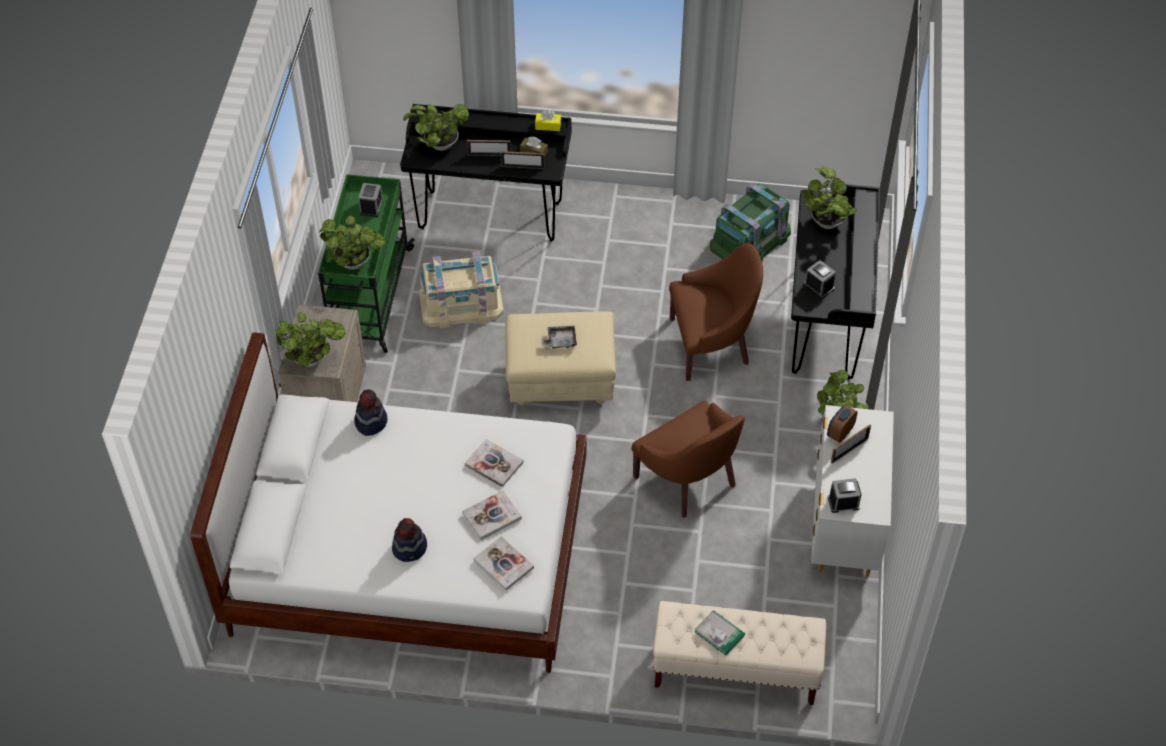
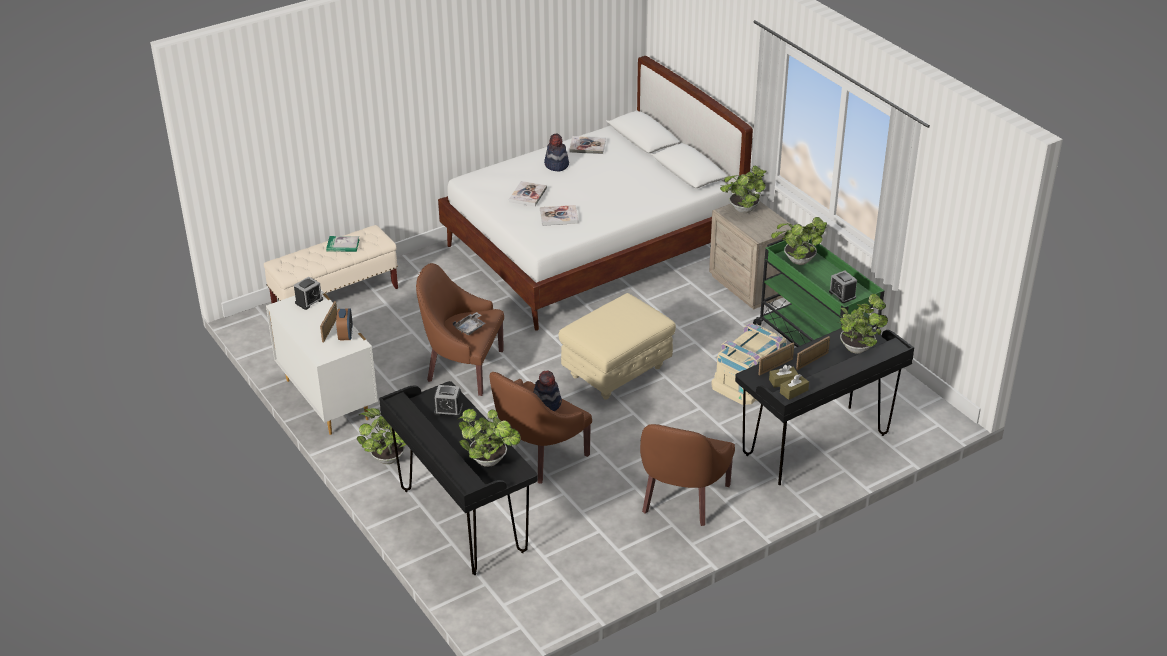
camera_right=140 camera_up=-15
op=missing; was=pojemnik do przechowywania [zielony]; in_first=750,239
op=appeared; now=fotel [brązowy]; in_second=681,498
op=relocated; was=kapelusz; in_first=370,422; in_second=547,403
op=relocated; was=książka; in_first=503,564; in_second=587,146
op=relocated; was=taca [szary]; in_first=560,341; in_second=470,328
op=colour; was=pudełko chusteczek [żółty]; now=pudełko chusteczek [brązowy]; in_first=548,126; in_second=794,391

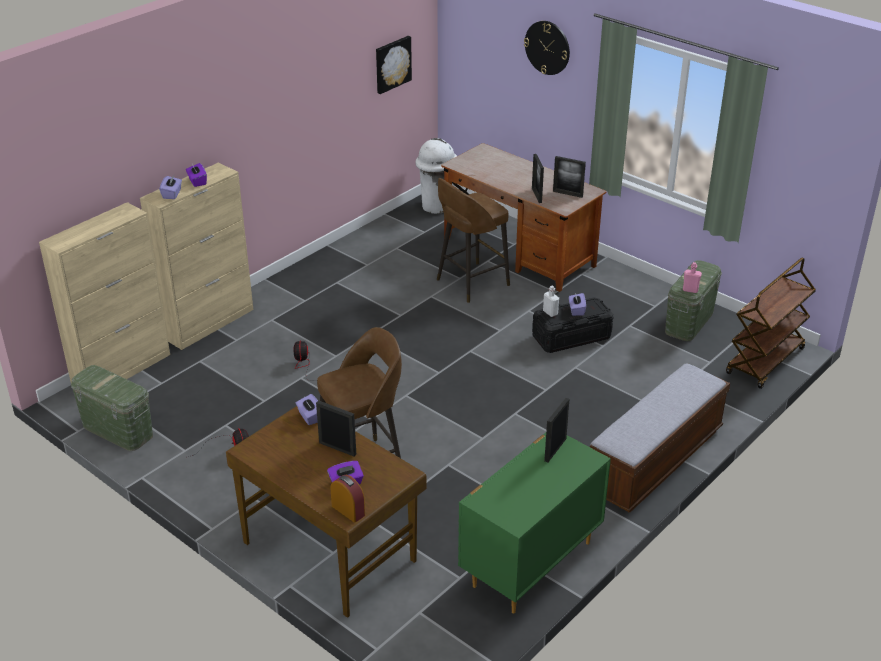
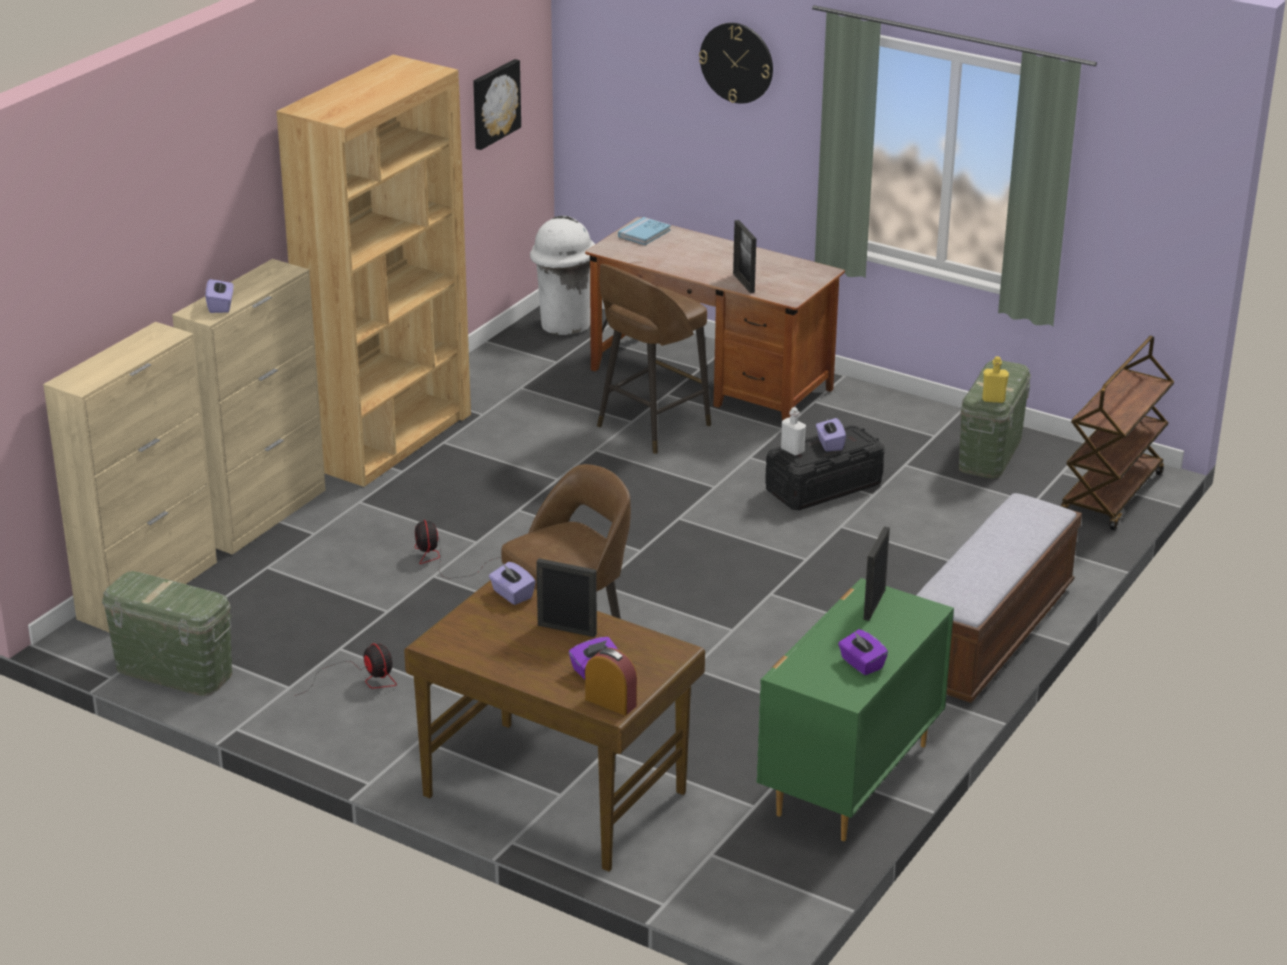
camera_right=-10 camera_up=-5
op=missing; was=ramka na zdjęcie; in_first=567,194
op=appeared; now=regał [brązowy]; in_second=389,439
op=appeared; now=książka [niebieski]; in_second=644,233
op=relocated; was=pudełko chusteczek [fioletowy]; in_first=197,181; in_second=861,664
op=colour; was=butelka [różowy]; now=butelka [żółty]; in_first=690,290; in_second=993,399

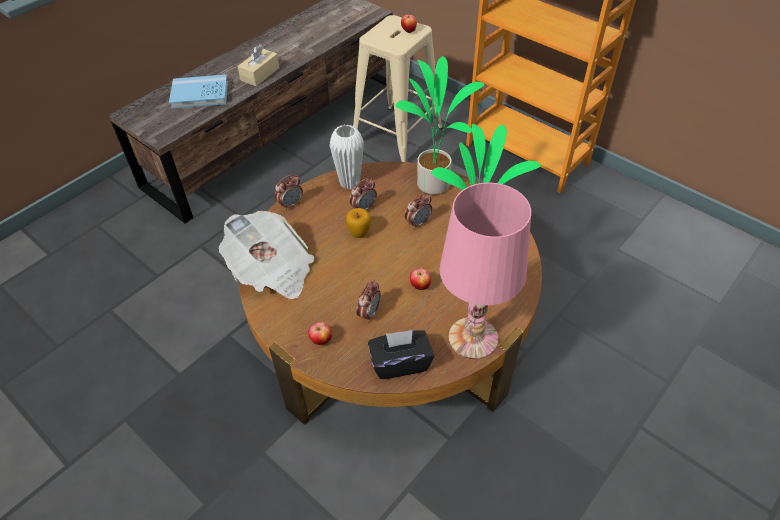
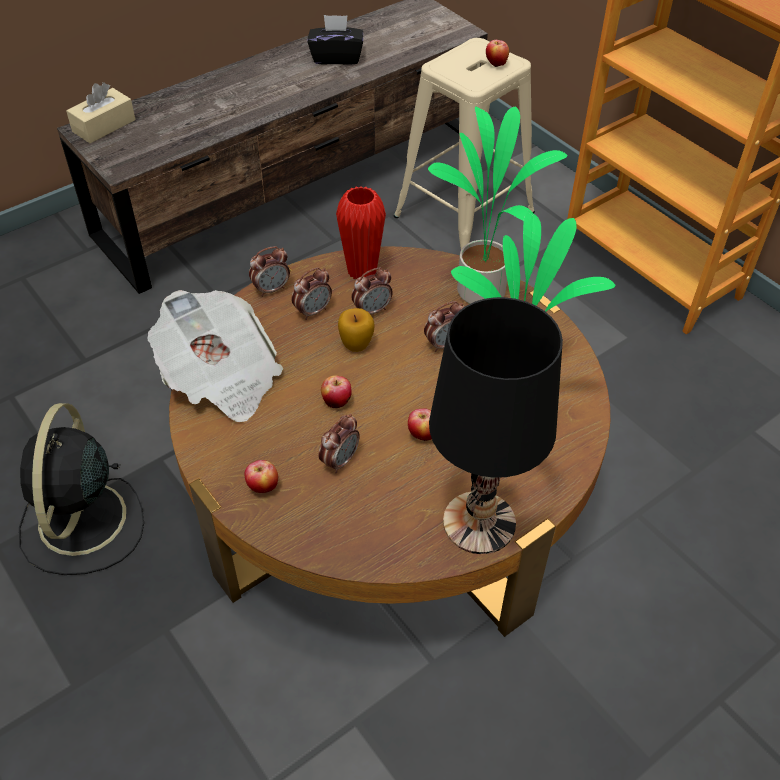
camera_right=10 camera_up=0
op=missing; was=książka [niebieski]; in_first=200,94
op=appeared; now=wentylator [czarny]; in_second=81,522
op=appeared; now=budzik; in_second=313,311
op=appeared; now=jabłko; in_second=337,402
op=relocated; was=pudełko chusteczek [beżowy]; in_first=260,74; in_second=104,126
op=relocated; was=pudełko chusteczek [czarny]; in_first=400,363; in_second=336,57
op=colour; was=wazon [biały]; now=wazon [czerwony]; in_first=349,183; in_second=362,271
op=colour; was=lampa stołowa [różowy]; now=lampa stołowa [czarny]; in_first=473,338; in_second=479,523

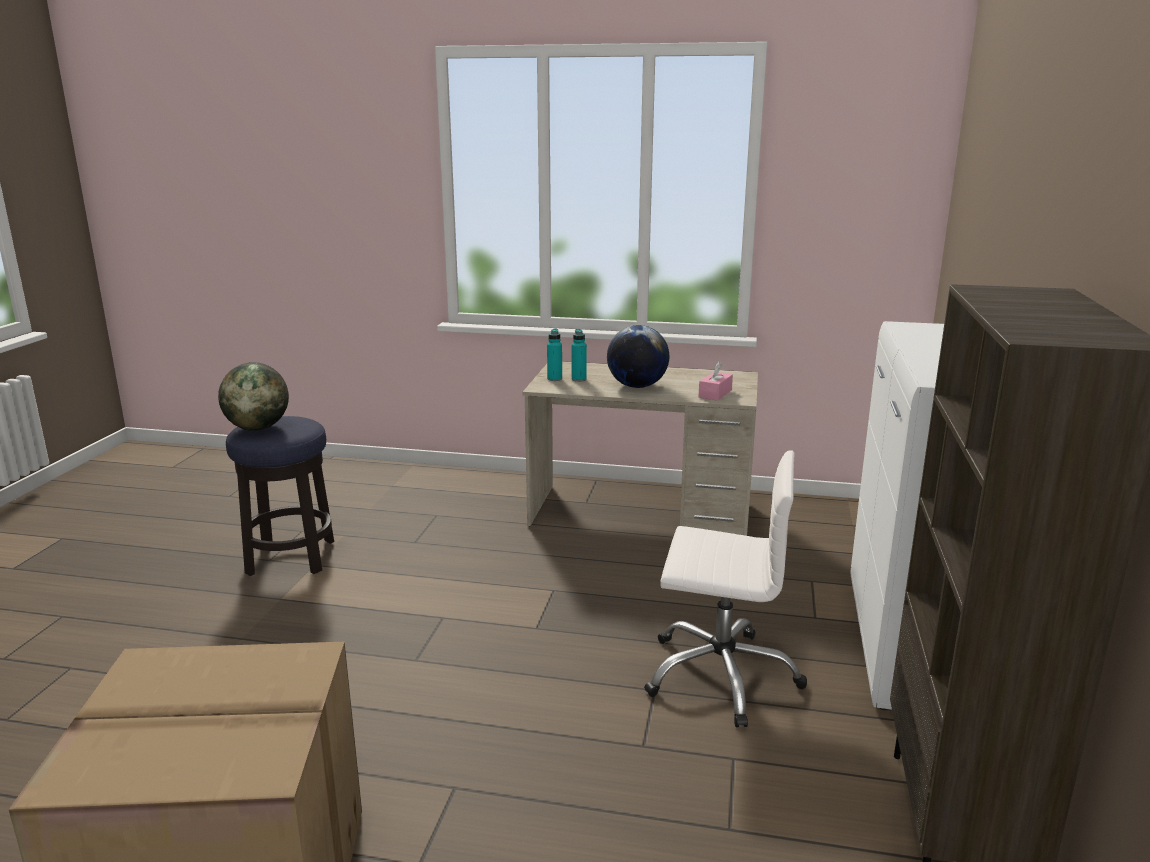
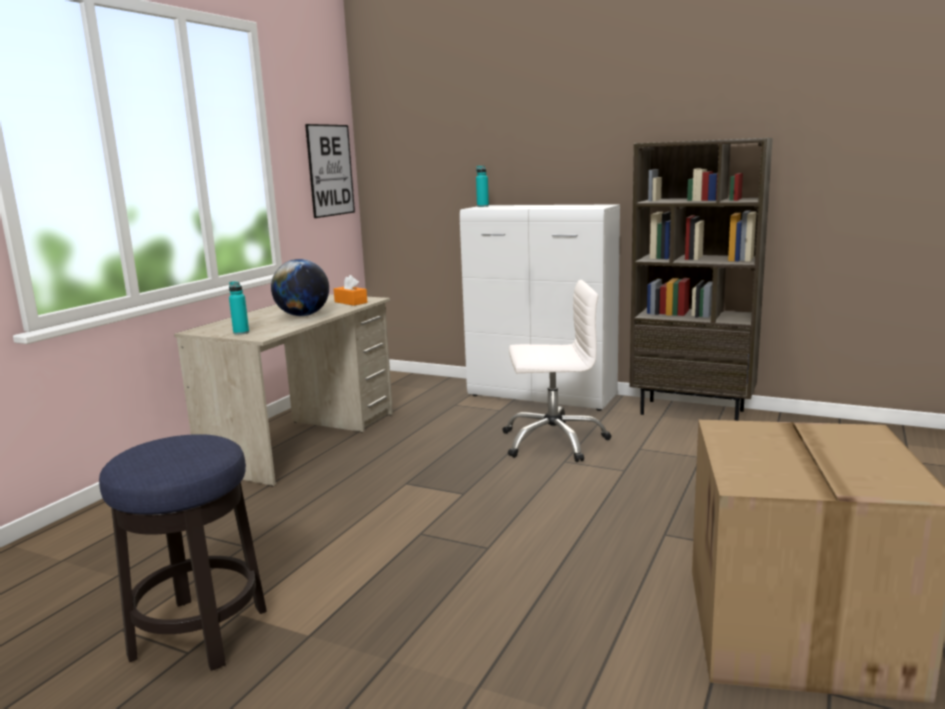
camera_right=-75 camera_up=-5
op=missing; was=globus; in_first=257,428
op=appeared; now=obraz; in_second=330,170
op=relocated; was=butelka [turkusowy]; in_first=579,379; in_second=482,206
op=colour; was=pudełko chusteczek [różowy]; now=pudełko chusteczek [pomarańczowy]; in_first=715,394; in_second=351,302
op=spun; was=krzesło biurowe [biały]; in_first=721,674; in_second=553,441; clockwise=60

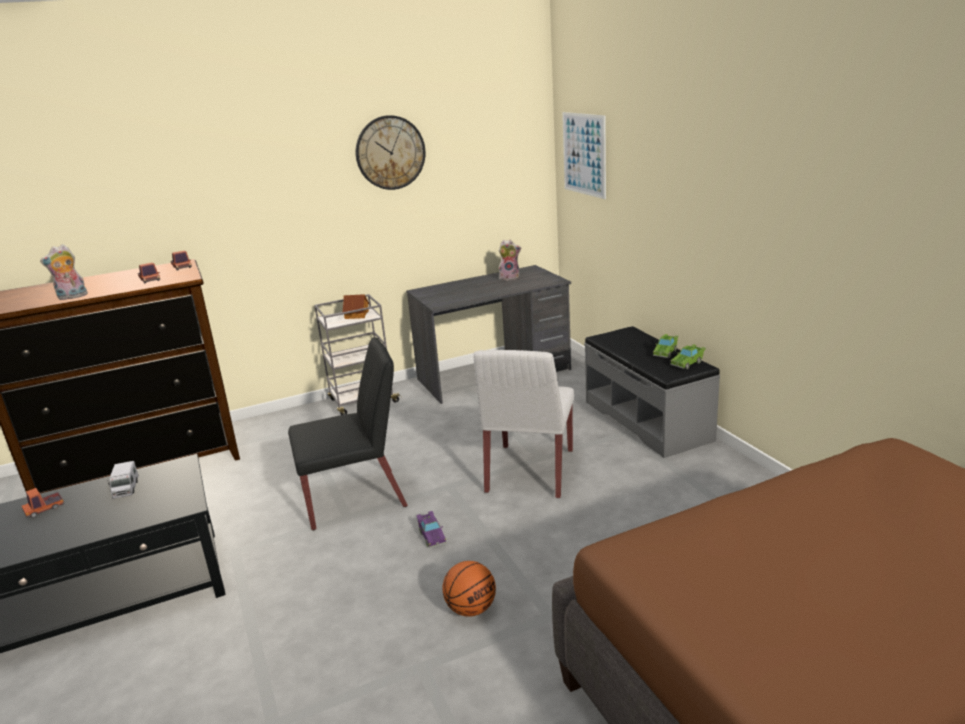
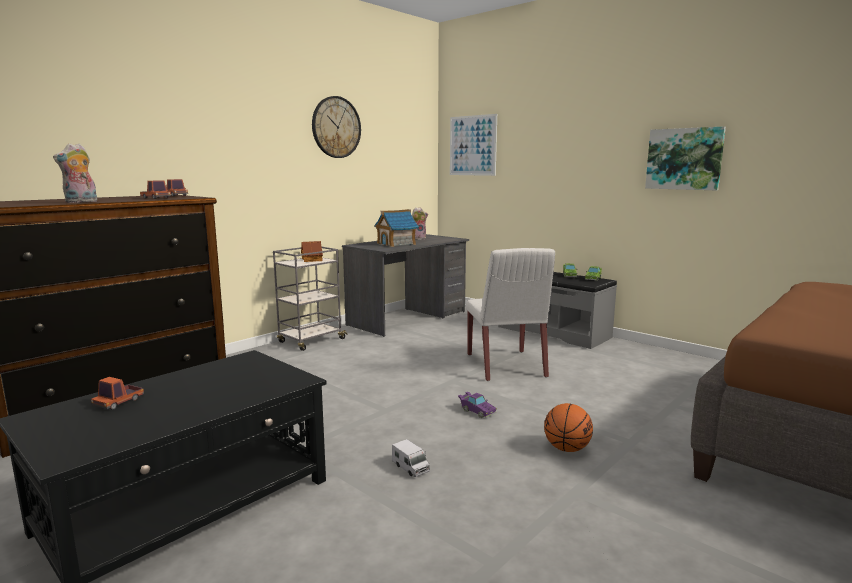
camera_right=-25 camera_up=-10
op=missing; was=krzesło [czarny]; in_first=355,498
op=appeared; now=domek; in_second=396,244
op=appeared; now=obraz; in_second=684,159
op=relocated; was=ciężarówka zabawkowa; in_first=126,488; in_second=410,467

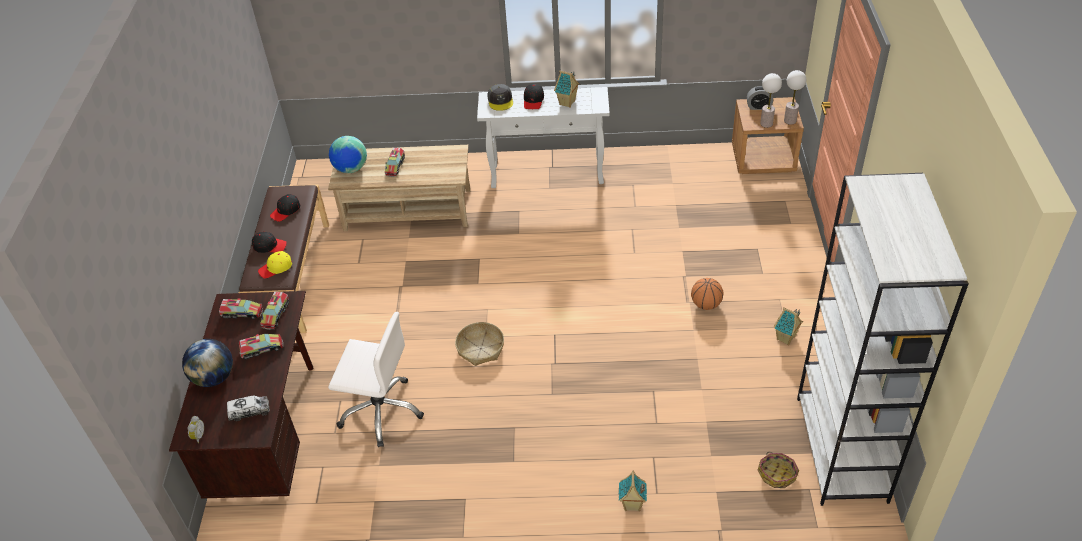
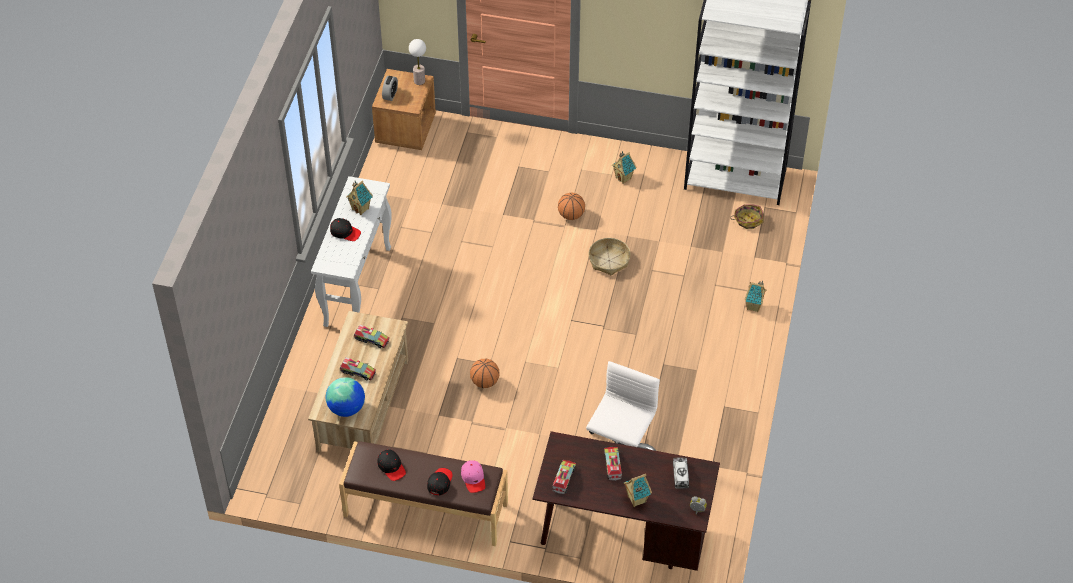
camera_right=-80 camera_up=5
op=missing; was=czapka z daszkiem [szary]; in_first=500,100
op=missing; was=lampa stołowa; in_first=766,123
op=appeared; now=piłka do koszykówki; in_second=485,382
op=relocated; was=ciężarówka zabawkowa; in_first=276,314; in_second=371,339
op=relocated; was=koszyk; in_first=480,349; in_second=609,260
op=exchanged; was=globus; now=domek; in_first=214,377; in_second=636,499
op=colour; was=czapka z daszkiem [żółty]; now=czapka z daszkiem [różowy]; in_first=276,268; in_second=473,478

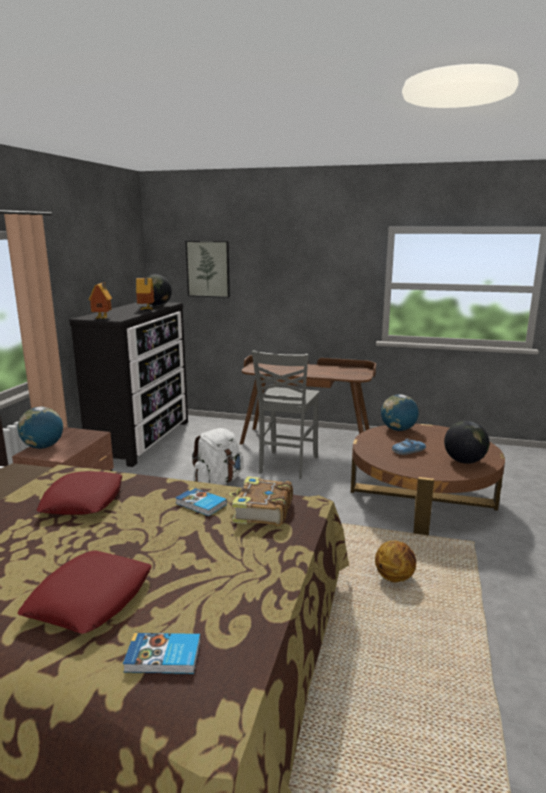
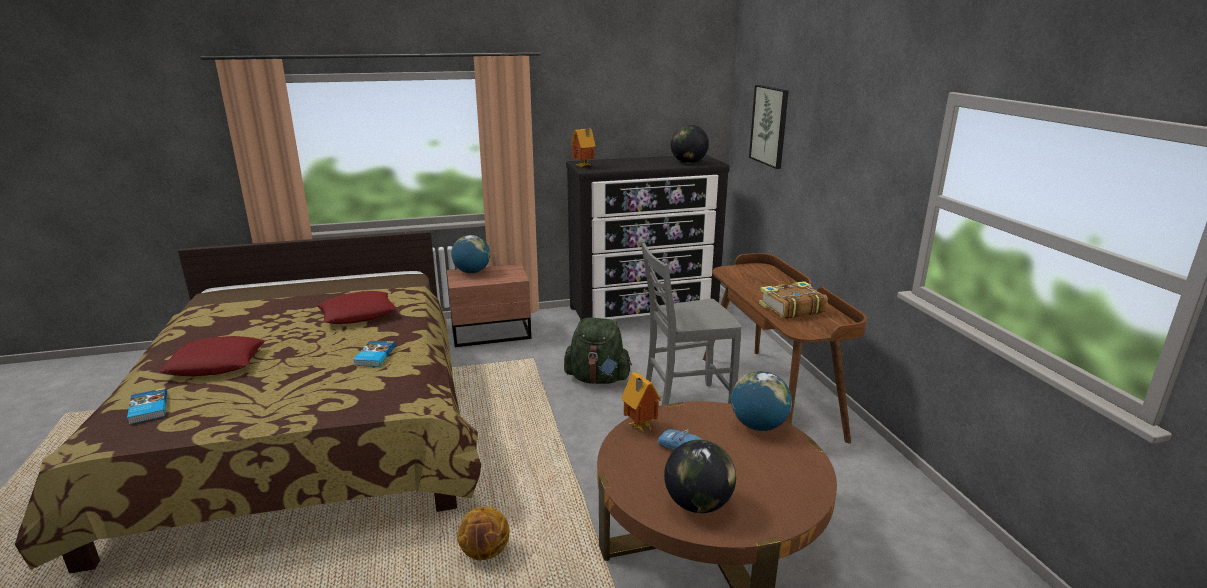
camera_right=60 camera_up=5
op=relocated; was=domek; in_first=146,310; in_second=639,427
op=relocated; was=książka; in_first=262,511; in_second=791,308
op=colour; was=plecak [biały]; now=plecak [zielony]; in_first=218,482; in_second=598,379

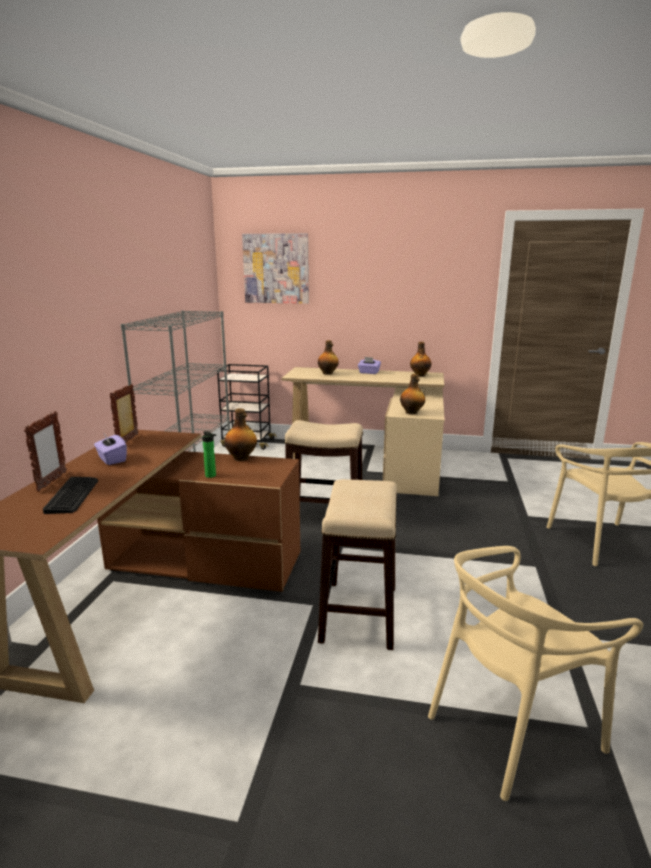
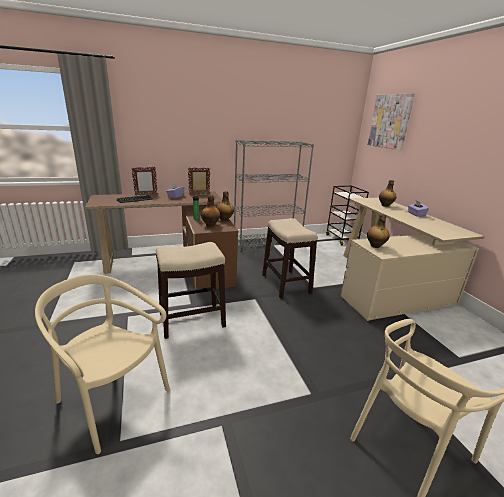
camera_right=60 camera_up=5
op=relocated; was=butelka; in_first=420,375; in_second=210,225

